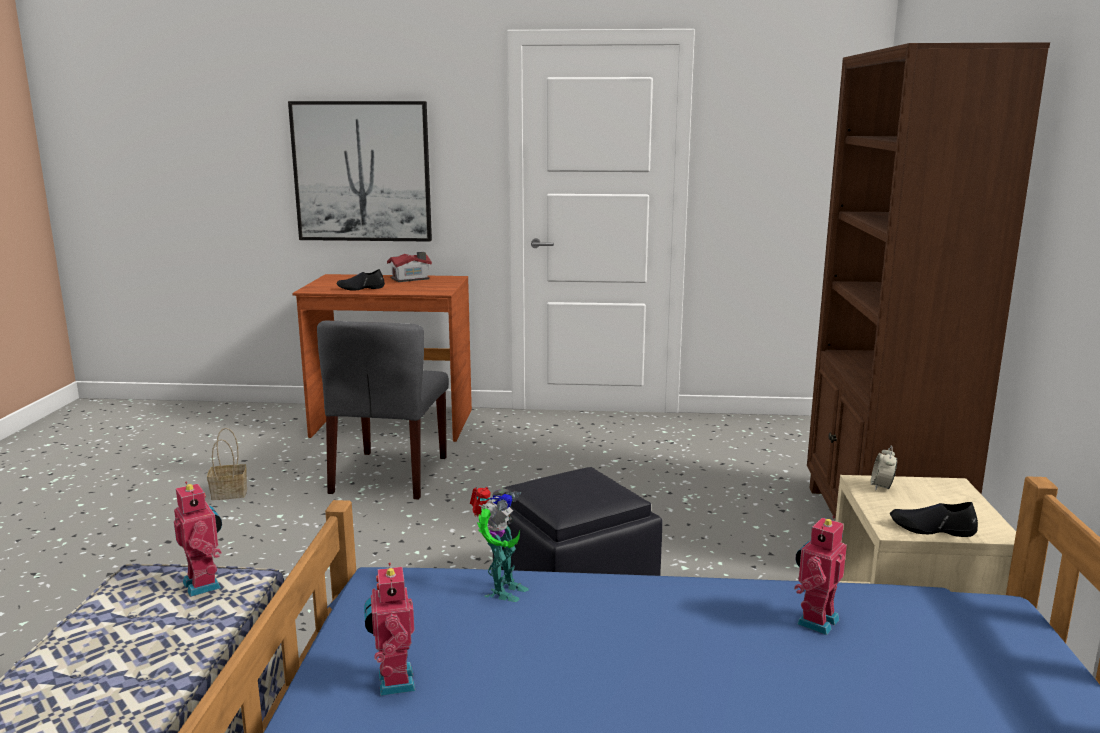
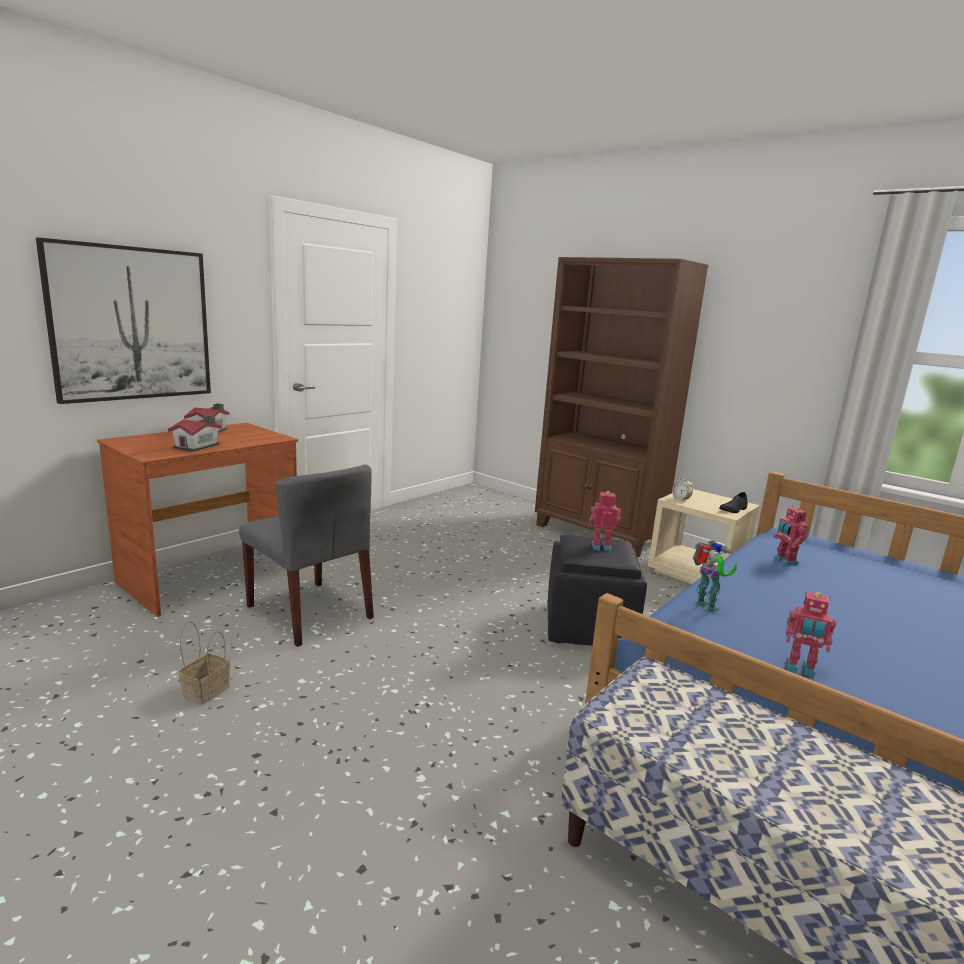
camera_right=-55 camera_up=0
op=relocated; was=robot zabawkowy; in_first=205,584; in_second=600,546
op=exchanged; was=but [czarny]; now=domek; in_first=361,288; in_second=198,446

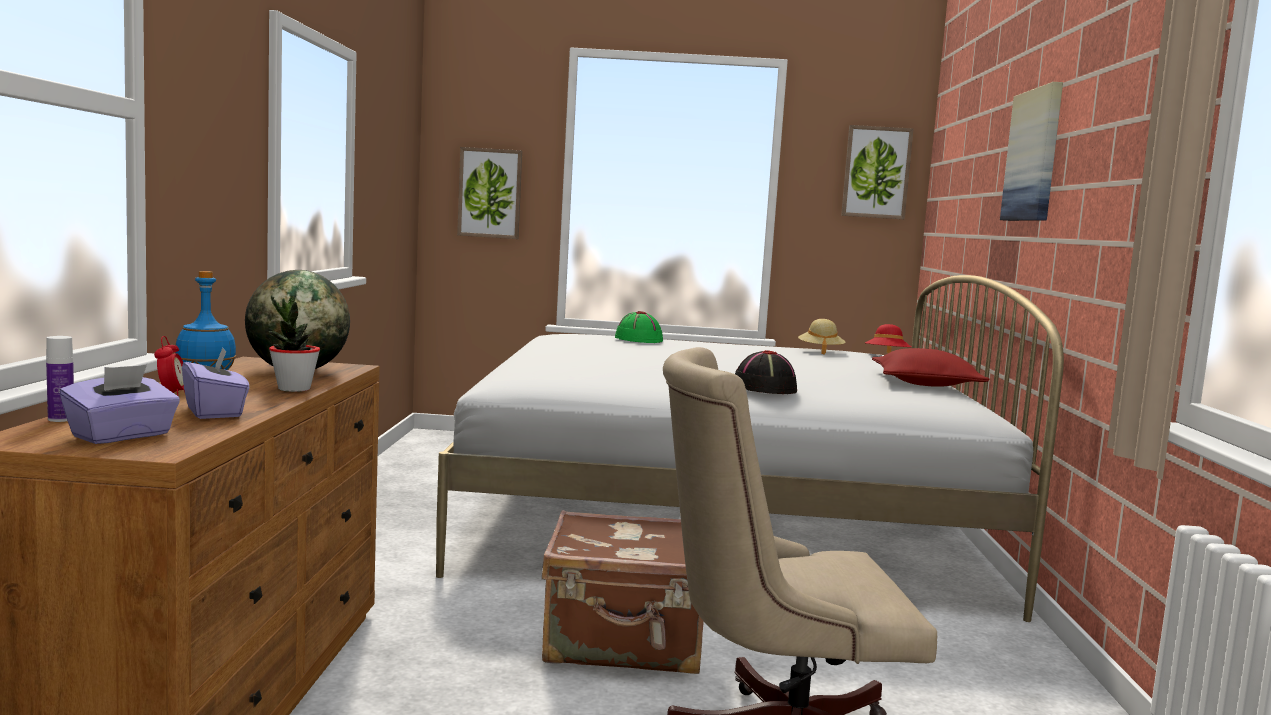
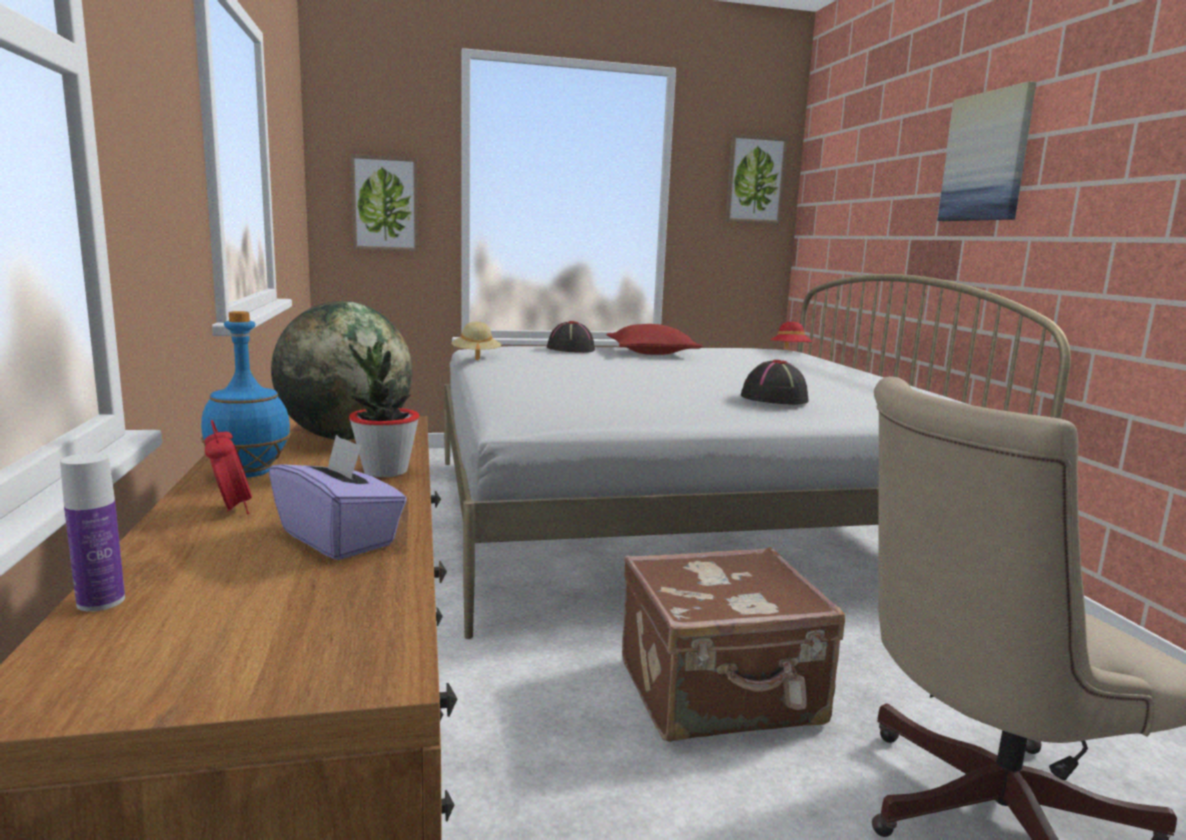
camera_right=-15 camera_up=5
op=missing; was=pudełko chusteczek [fioletowy]; in_first=122,436
op=relocated; was=kapelusz [beżowy]; in_first=820,351; in_second=476,356
op=relocated; was=poduszka [czerwony]; in_first=925,384; in_second=651,353
op=colour; was=kapelusz [zielony]; now=kapelusz [czarny]; in_first=638,339; in_second=570,349

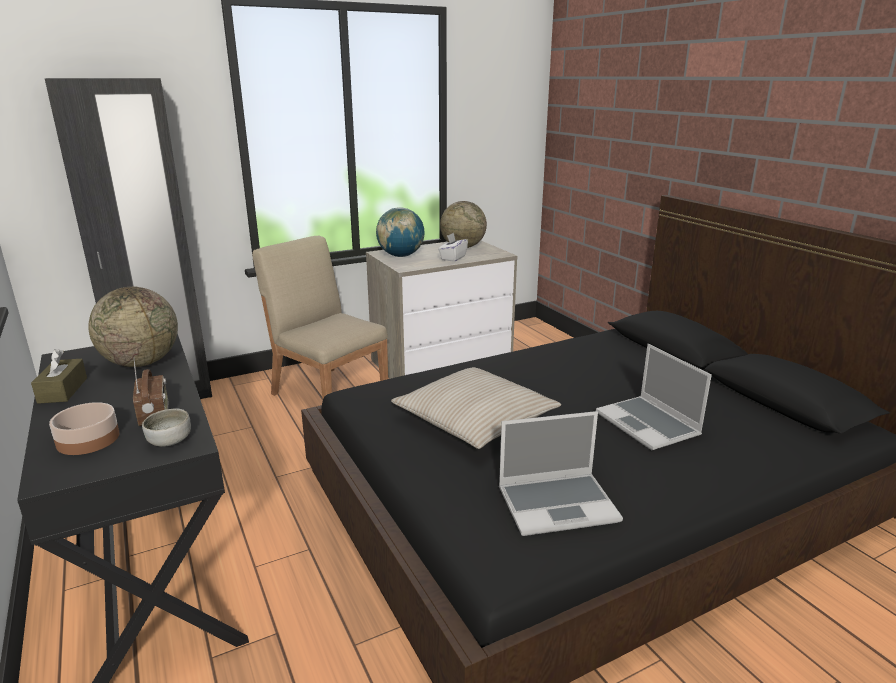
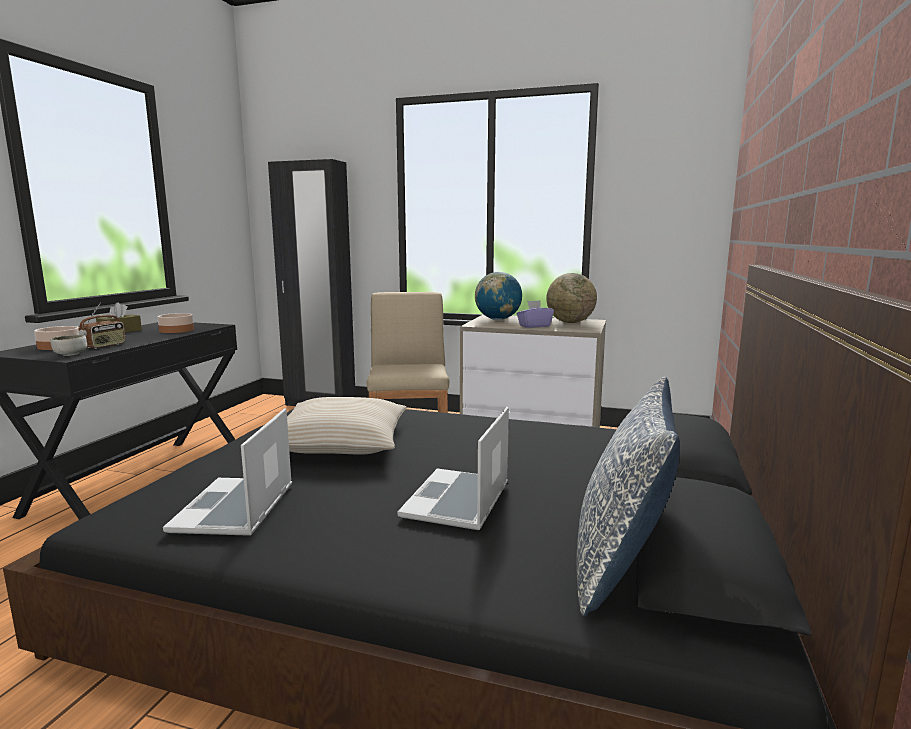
camera_right=45 camera_up=-10
op=appeared; now=poduszka; in_second=621,562
op=exchanged; was=globus; now=miska; in_first=141,363; in_second=177,330
op=colour; was=pudełko chusteczek [biały]; now=pudełko chusteczek [fioletowy]; in_first=453,258; in_second=534,326
op=spun; was=laptop; in_first=558,504; in_second=235,509; clockwise=60

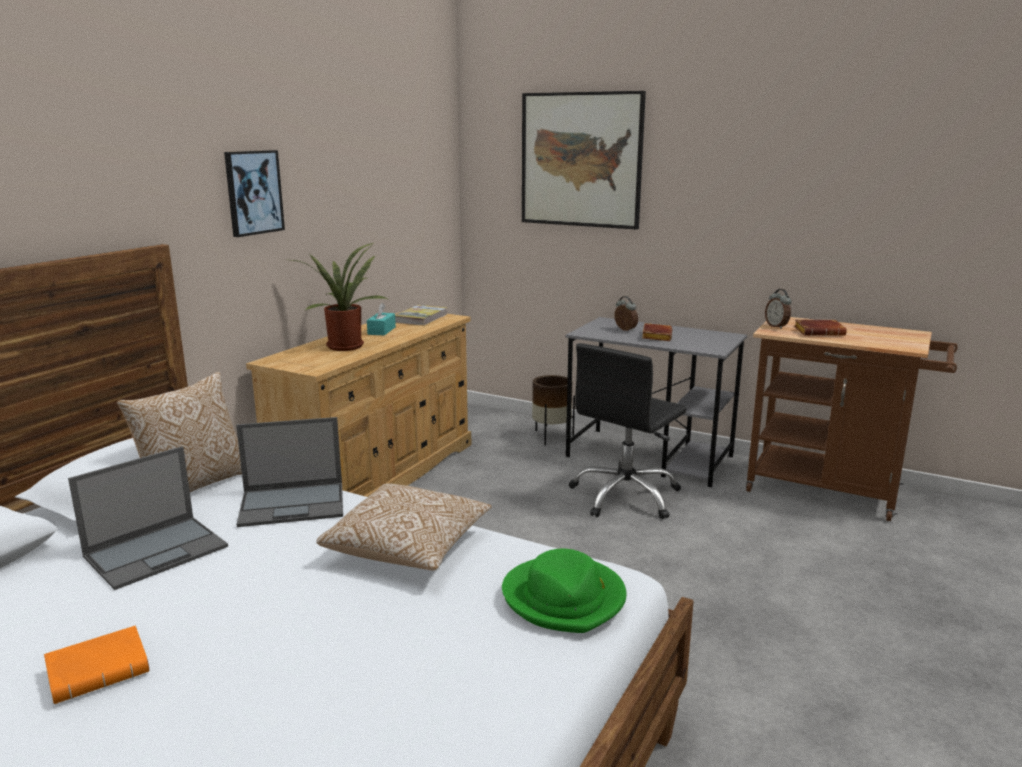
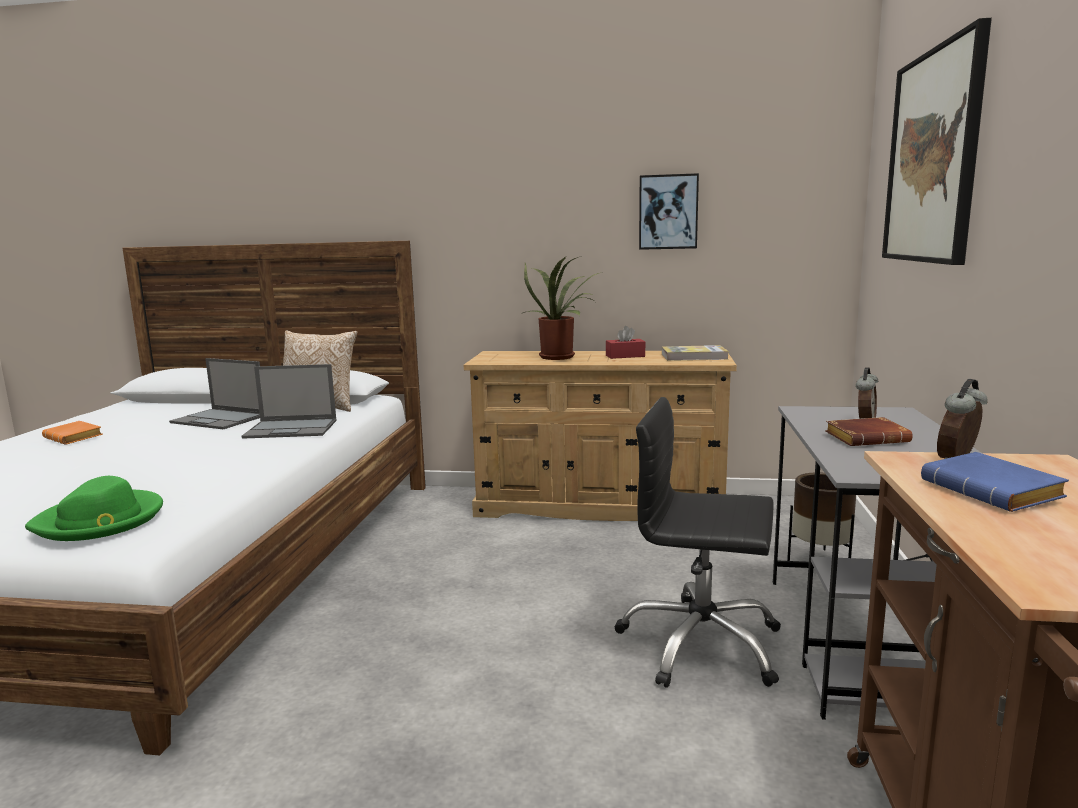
camera_right=70 camera_up=-5
op=missing; was=poduszka; in_first=408,548
op=relocated; was=obraz; in_first=253,192; in_second=668,212
op=colour; was=pudełko chusteczek [turkusowy]; now=pudełko chusteczek [czerwony]; in_first=381,331; in_second=625,356
op=colour; was=książka [brązowy]; now=książka [niebieski]; in_first=820,332; in_second=995,492
op=spun; was=laptop; in_first=294,504; in_second=292,429; clockwise=-60

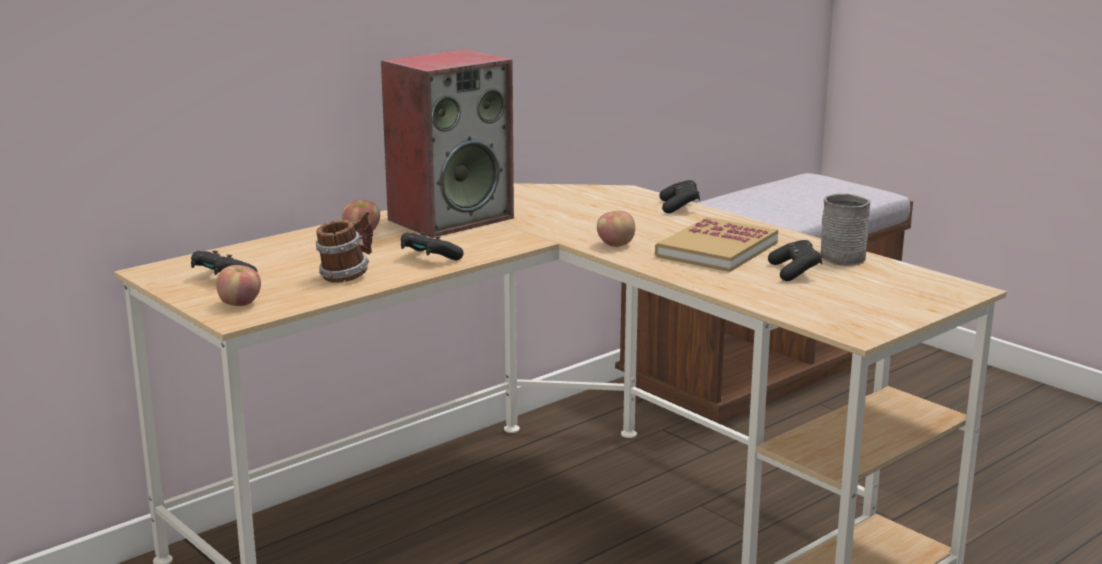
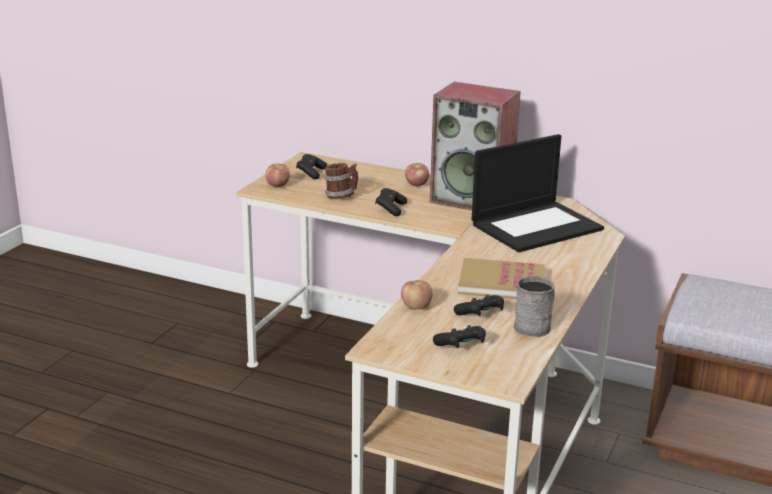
camera_right=65 camera_up=5
op=appeared; now=laptop; in_second=536,226
op=relocated; was=jabłko; in_first=615,244; in_second=416,307
op=relocated; was=pad do gier [czarny]; in_first=679,207; in_second=461,346

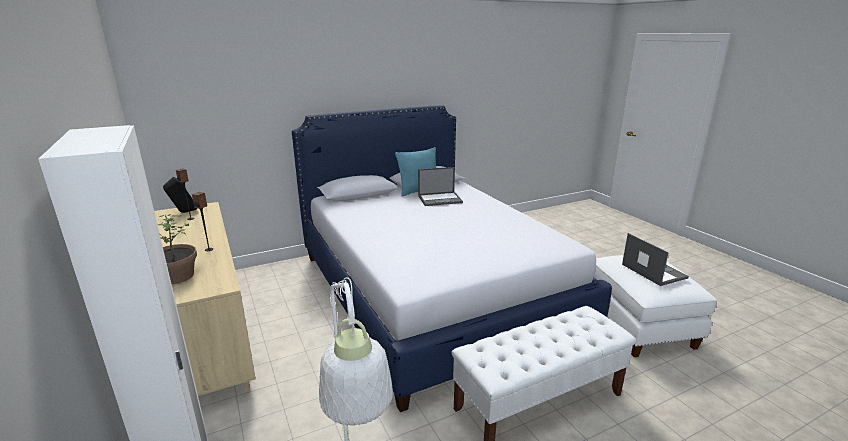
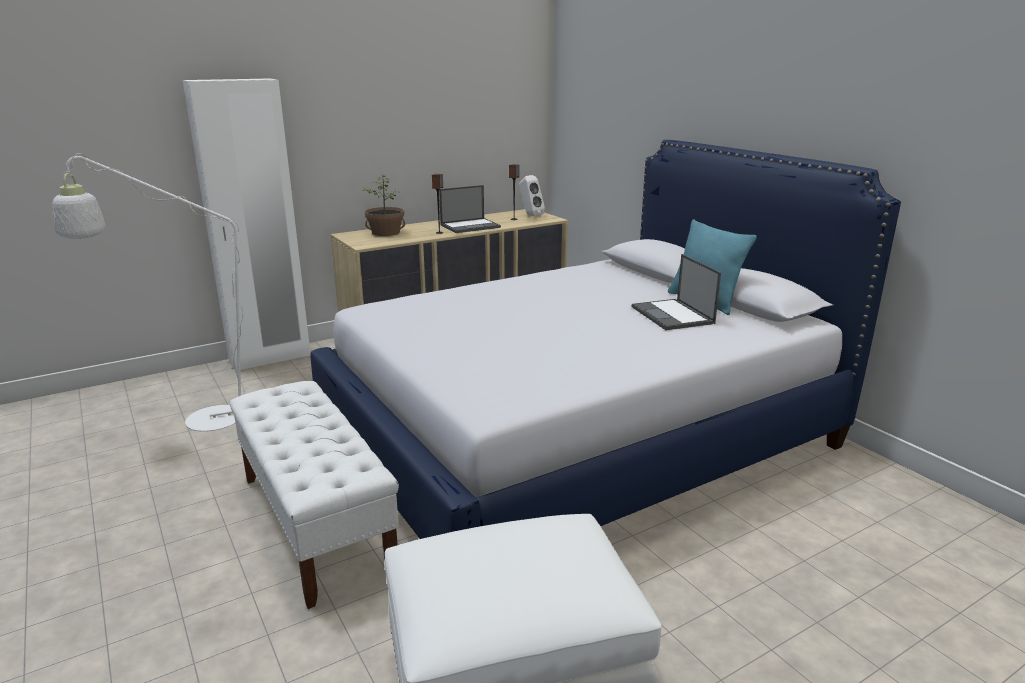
camera_right=85 camera_up=0
op=relocated; was=laptop; in_first=653,271; in_second=470,226
op=colour; was=głośnik [czarny]; now=głośnik [biały]; in_first=183,212; in_second=530,215

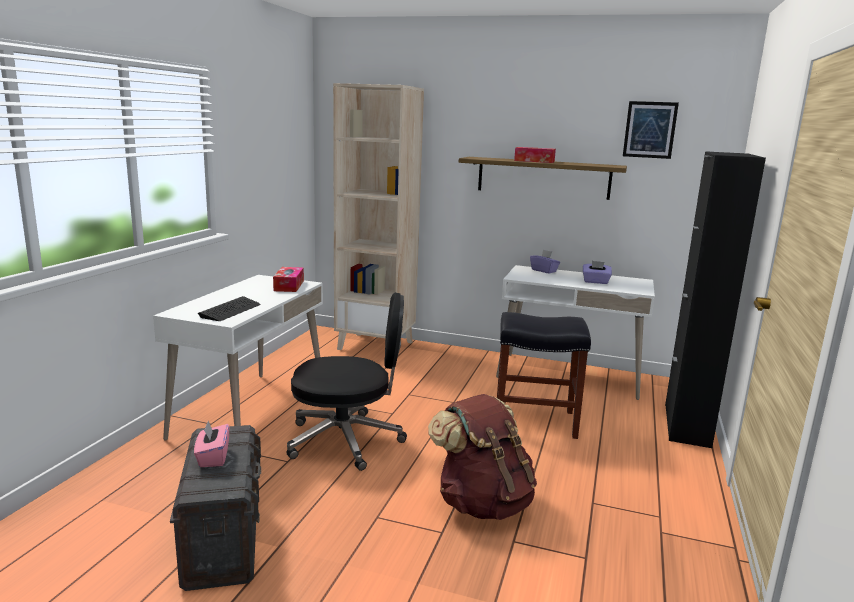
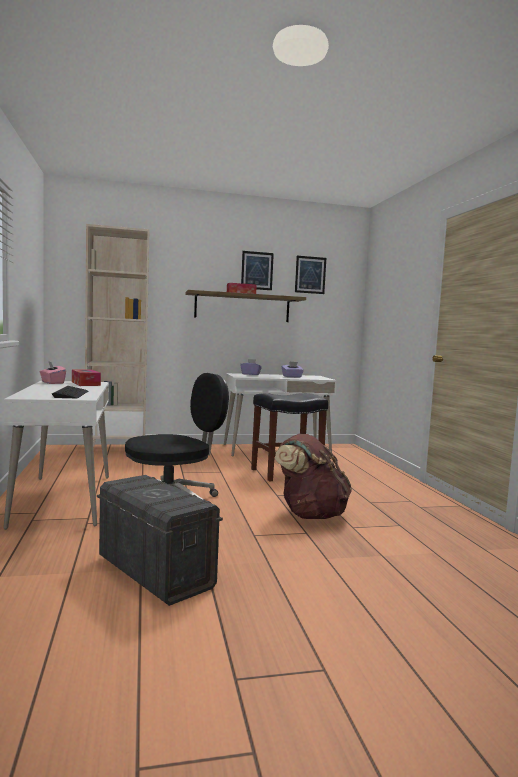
camera_right=-30 camera_up=-10
op=missing; was=szafka [czarny]; in_first=687,425
op=appeared; now=obraz; in_second=257,270
op=relocated; was=pudełko chusteczek [różowy]; in_first=213,457; in_second=52,383

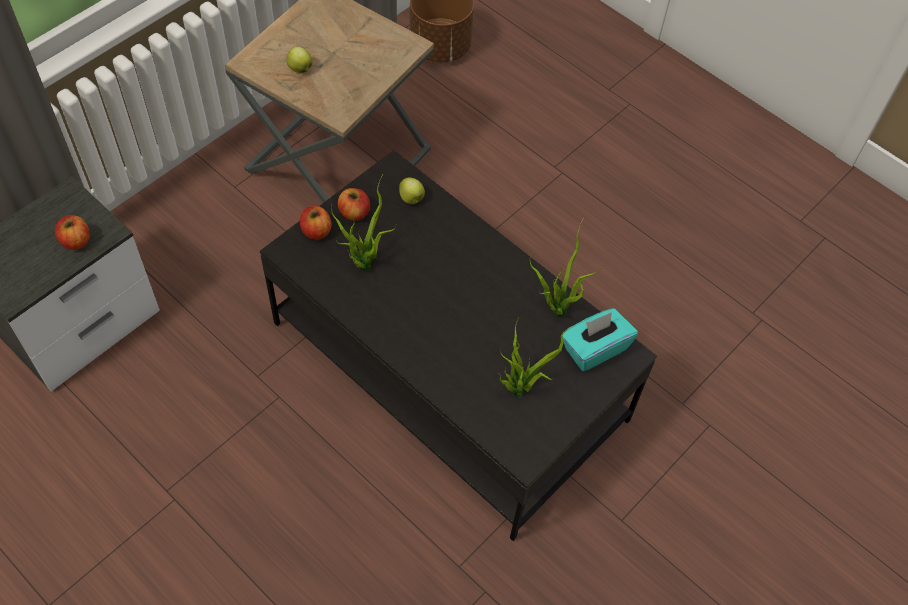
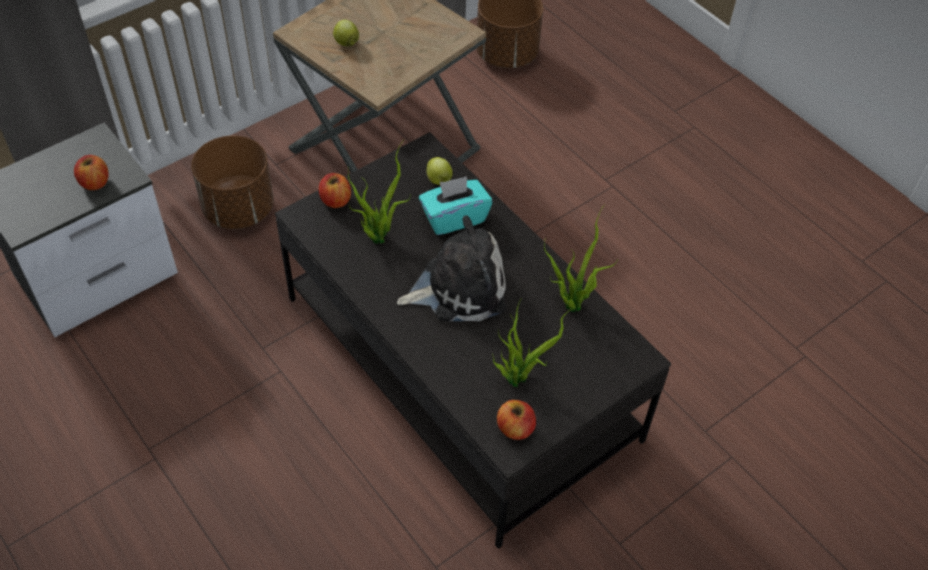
camera_right=10 camera_up=-5
op=appeared; now=donica [brązowy]; in_second=238,209
op=appeared; now=pluszak; in_second=459,287
op=relocated; was=jabłko; in_first=354,213; in_second=515,428
op=relocated; was=pudełko chusteczek [turkusowy]; in_first=594,349; in_second=454,218

